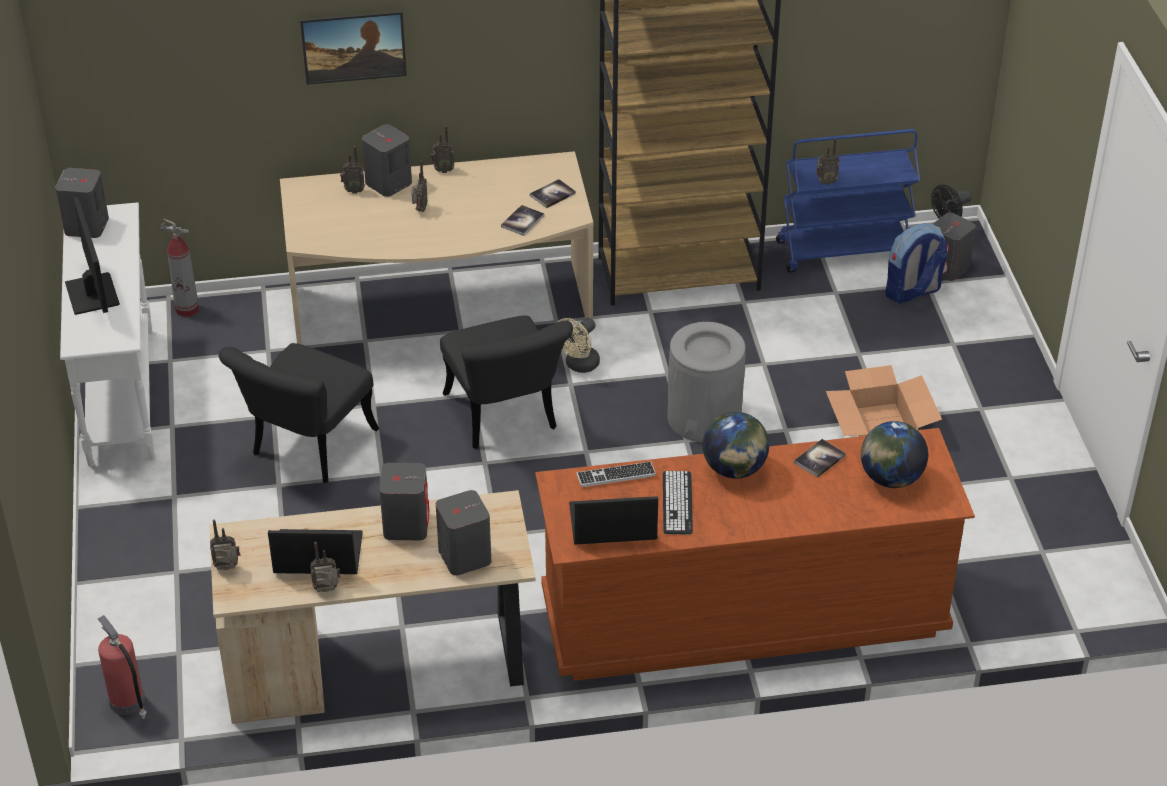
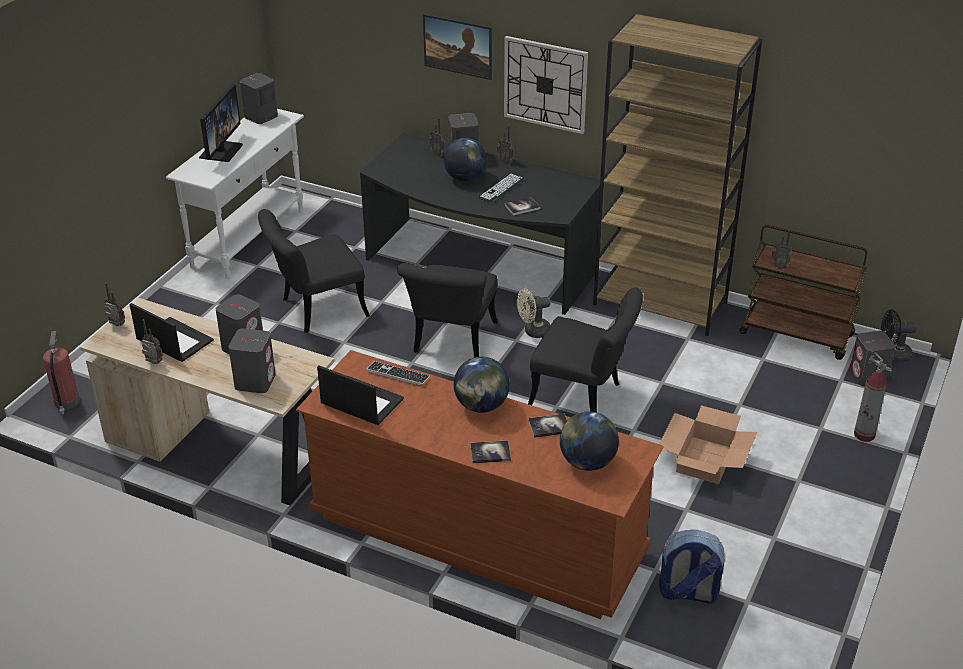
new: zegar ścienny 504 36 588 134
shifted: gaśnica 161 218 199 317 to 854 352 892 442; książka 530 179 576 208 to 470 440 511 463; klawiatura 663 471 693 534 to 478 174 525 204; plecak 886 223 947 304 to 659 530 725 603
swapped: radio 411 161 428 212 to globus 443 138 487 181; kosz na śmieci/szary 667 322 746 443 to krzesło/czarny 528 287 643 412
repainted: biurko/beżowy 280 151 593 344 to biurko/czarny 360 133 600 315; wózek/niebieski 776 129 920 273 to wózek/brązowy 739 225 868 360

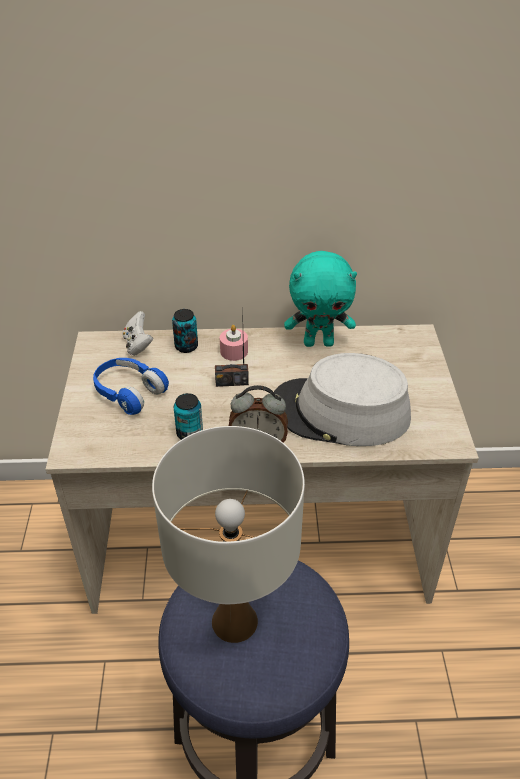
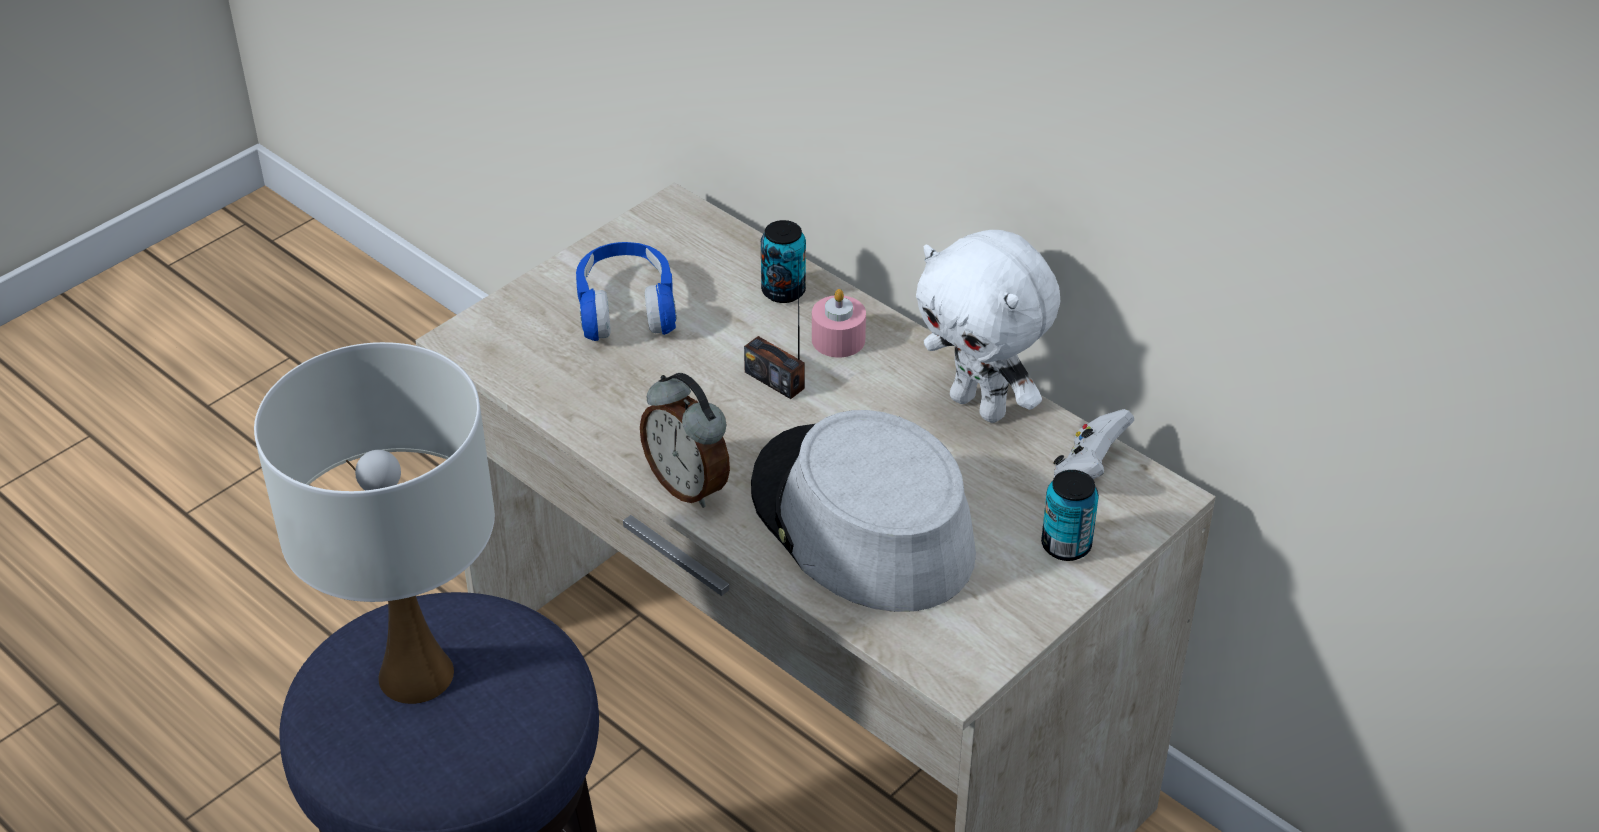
shifted: pad do gier/biały 122 311 153 356 to 1053 409 1134 479; puszka 174 393 203 440 to 1041 470 1099 561
repainted: pluszak/turkusowy 284 251 357 347 to pluszak/biały 916 230 1060 423

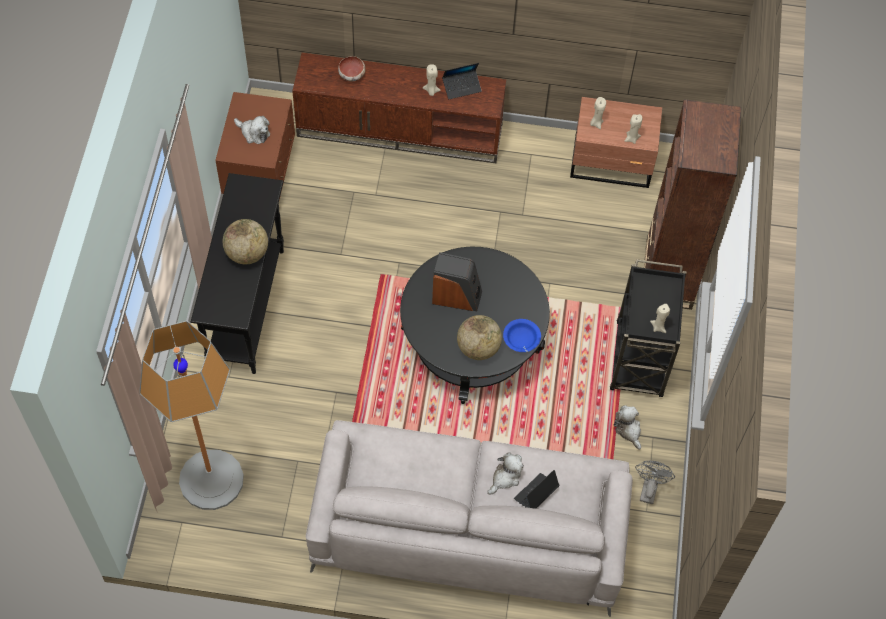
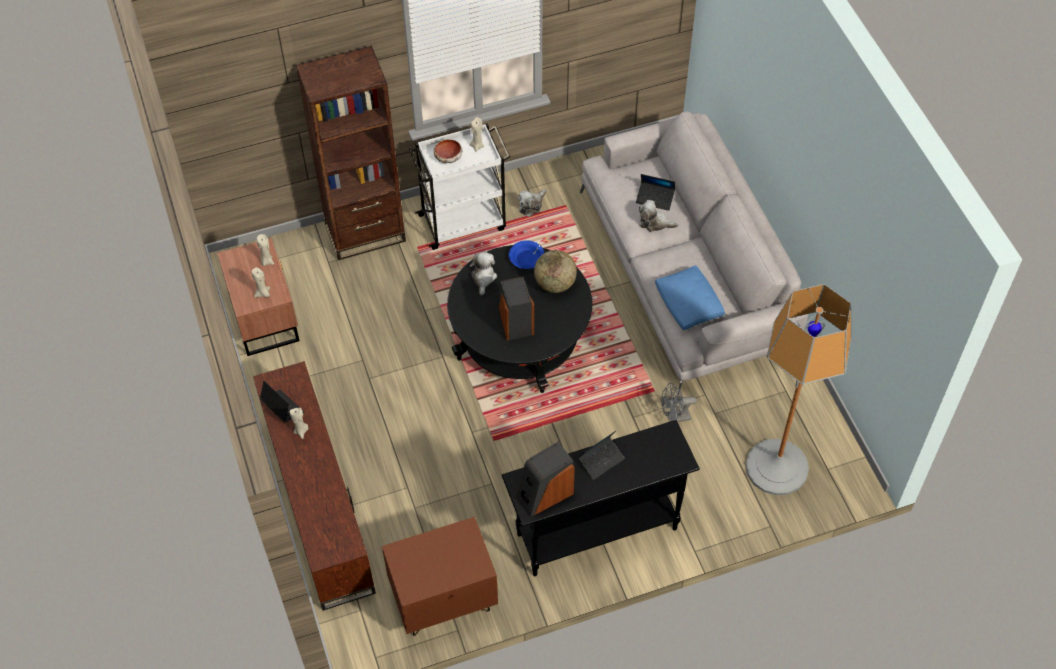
new: głośnik 516 442 575 517; poduszka/niebieski 655 265 725 330
shifted: pluszak 234 116 270 144 to 469 251 497 296; miska 338 56 366 81 to 434 139 462 163; wentylator/szary 635 461 675 504 to 661 383 697 422
swapped: globus 223 219 268 264 to laptop 577 431 625 480
repainted: wózek/czarny 610 259 687 397 to wózek/biały 409 123 510 250

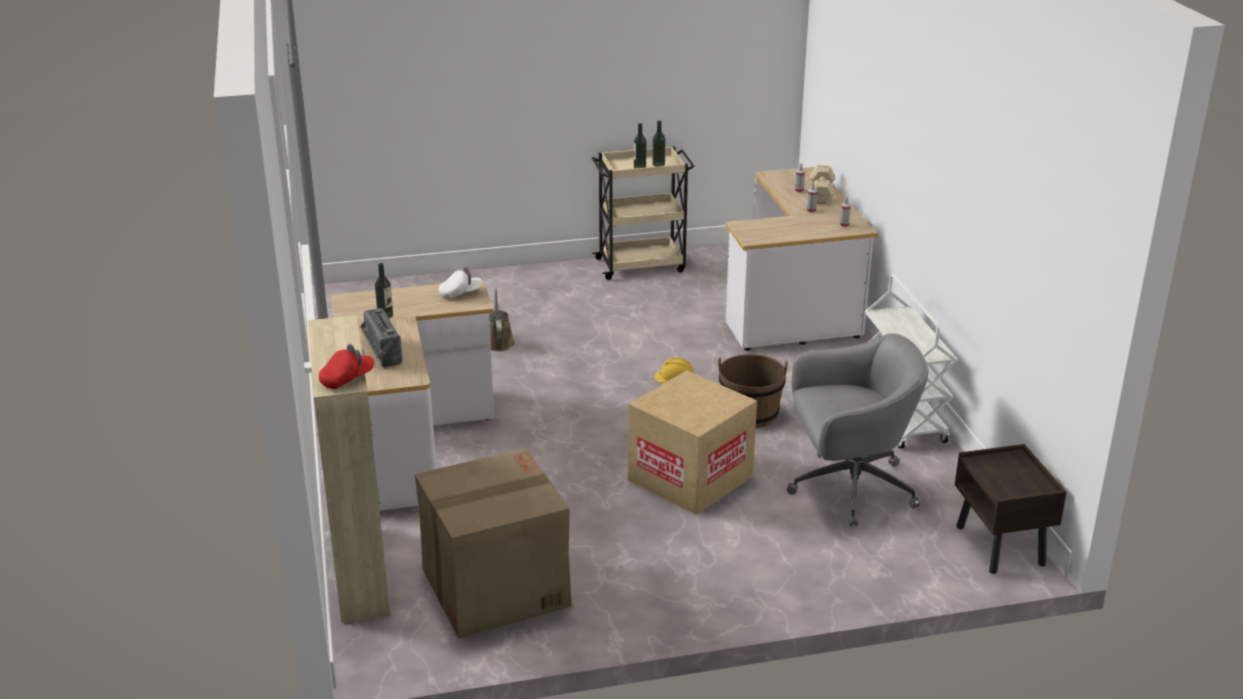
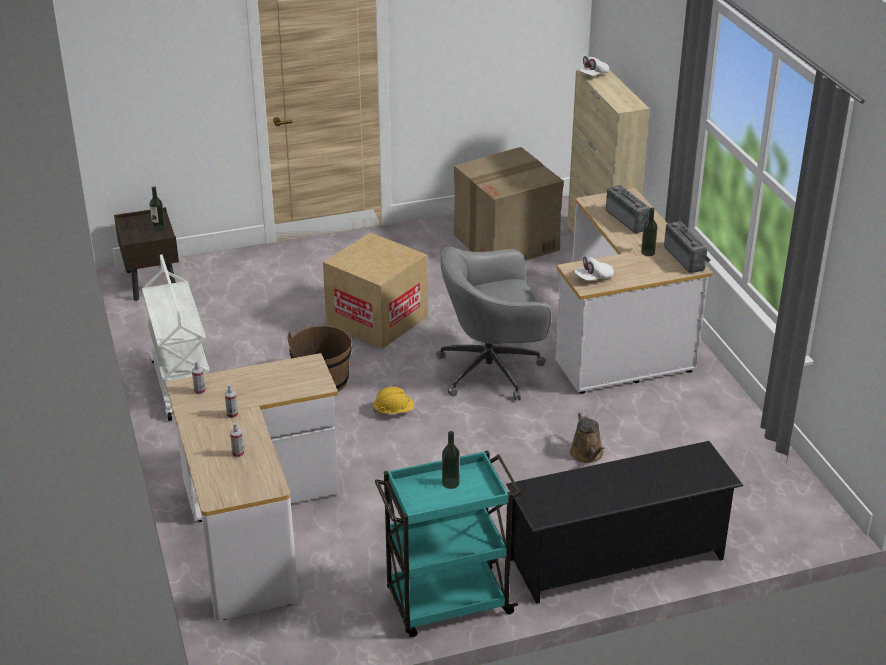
gone: hantel/beżowy 810 165 835 204
new: regał na buty/czarny 506 441 743 604; radio 664 221 711 273
shifted: butelka 652 120 665 167 to 149 186 165 231; krzesło biurowe/szary 787 333 929 527 to 436 247 552 400
repainted: czapka z daszkiem/czerwony 319 344 374 389 to czapka z daszkiem/biały 578 56 609 76; wózek/beżowy 592 146 695 280 to wózek/turkusowy 375 451 521 637

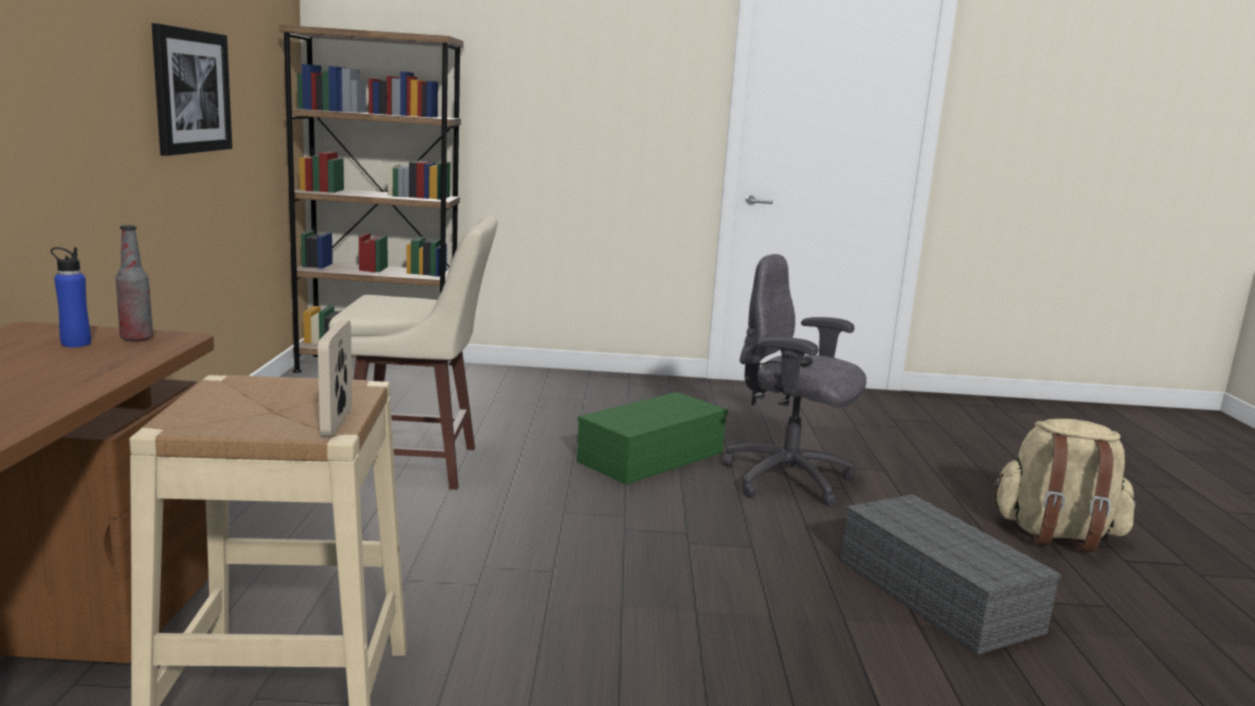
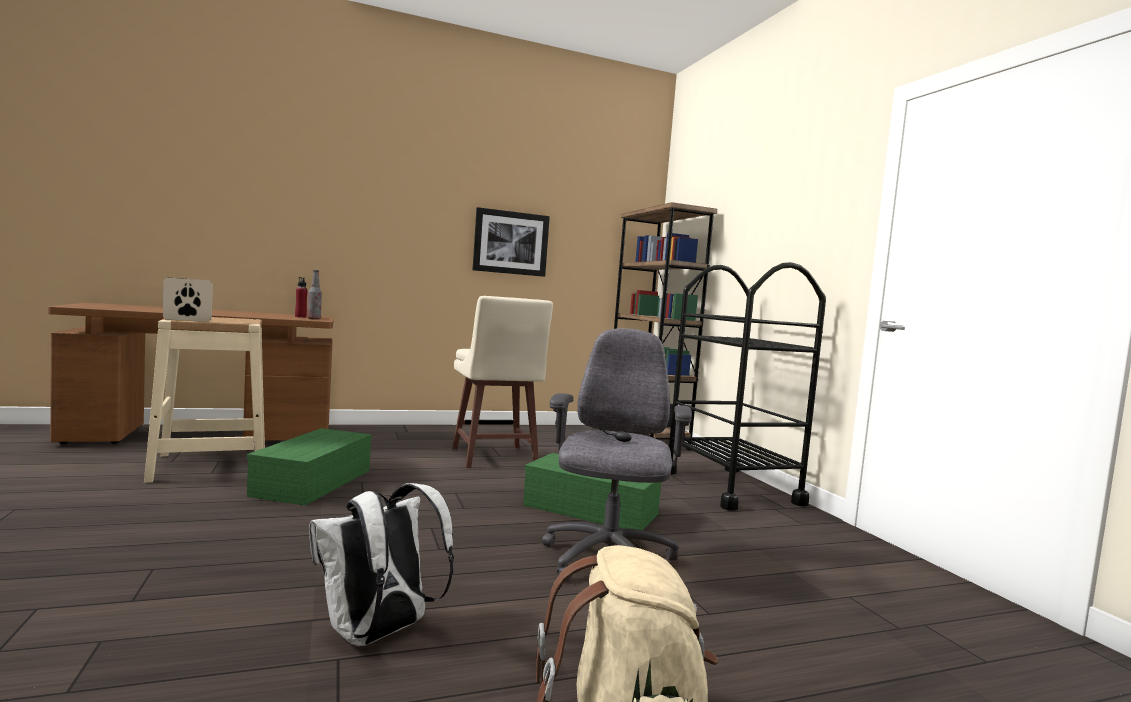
new: pojemnik do przechowywania/zielony 247 428 372 505; wózek/czarny 669 262 826 511
swapped: pojemnik do przechowywania/szary 841 494 1061 655 to plecak/biały 309 483 454 646
repainted: butelka/niebieski 51 247 91 347 to butelka/czerwony 295 277 308 318

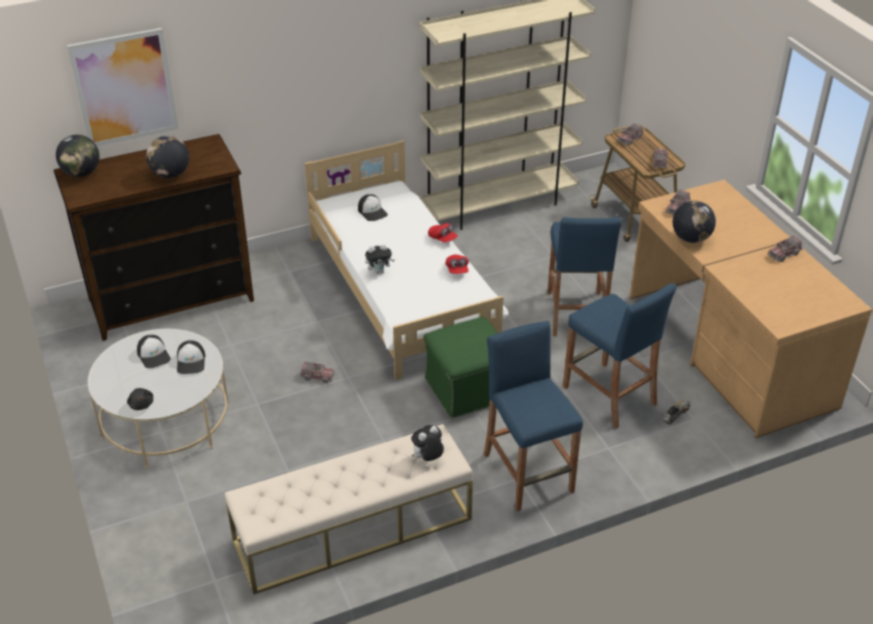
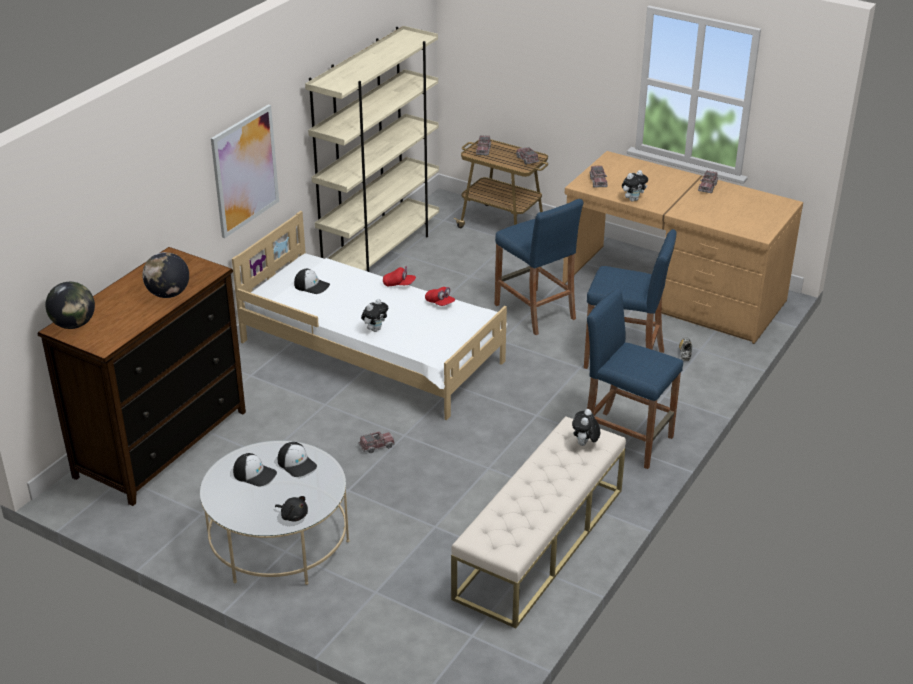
gone: pufa/zielony 424 317 497 419
shifted: obraz 67 28 179 146 to 211 105 279 238
swapped: globus 673 200 716 243 to pluszak 622 170 648 202

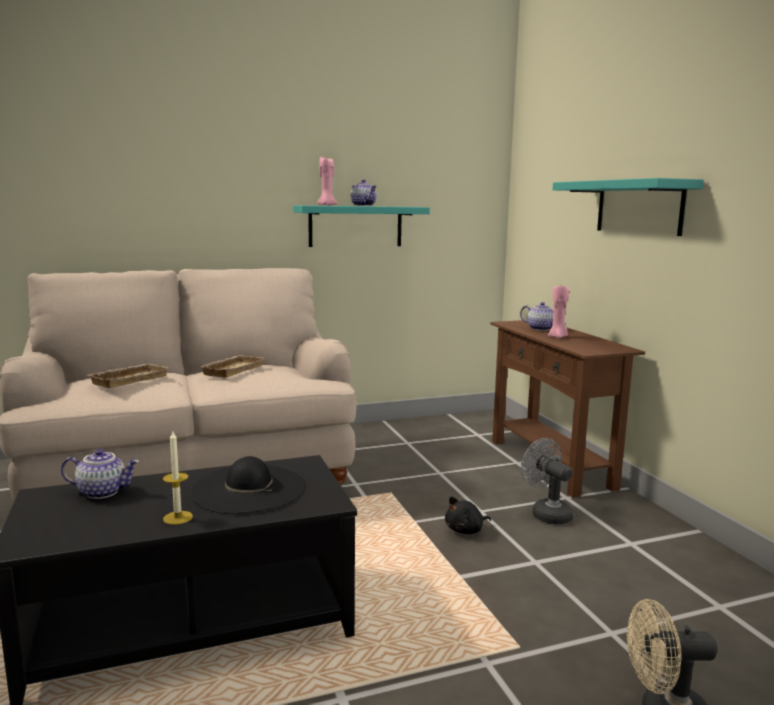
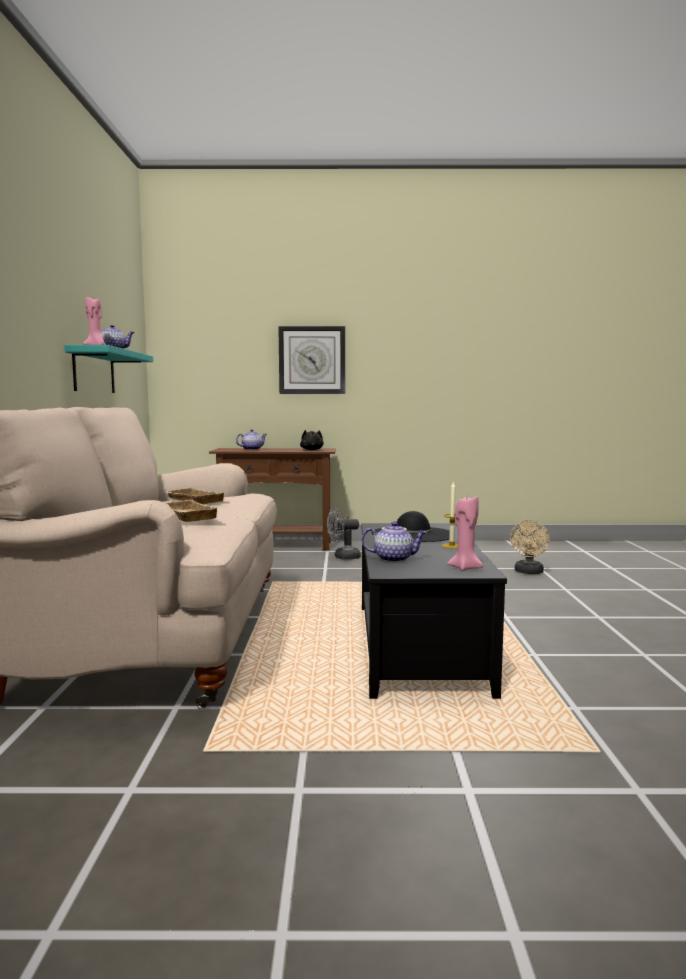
shifted: pluszak/czarny 445 496 491 534 to 300 430 324 450; świeca/różowy 548 286 569 338 to 447 496 484 571
swapped: półka/turkusowy 553 178 704 236 to zegar ścienny 278 326 345 394
rotated: imbryk 61 449 139 499 = 362 521 427 562 75 degrees clockwise

